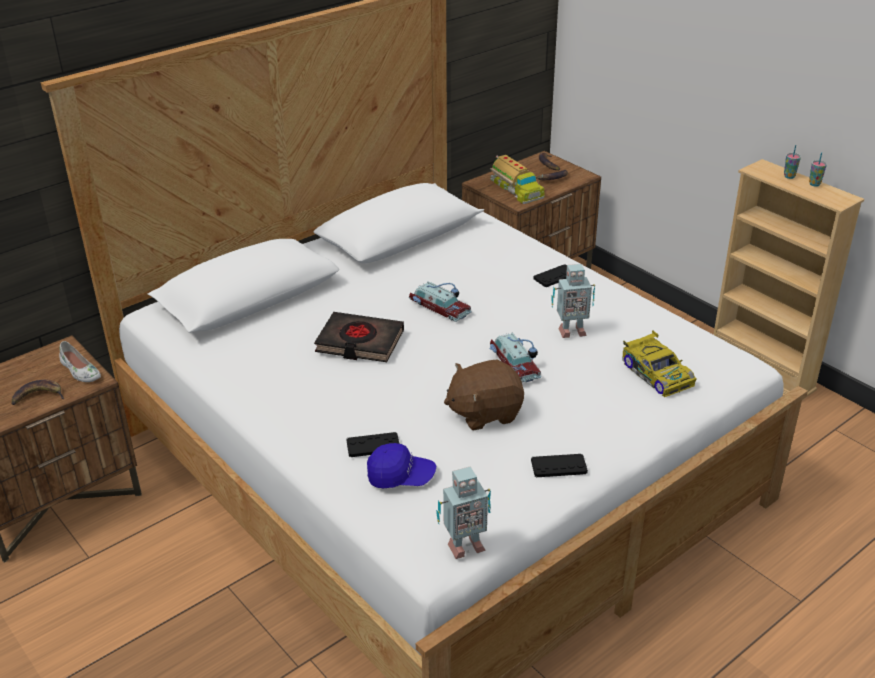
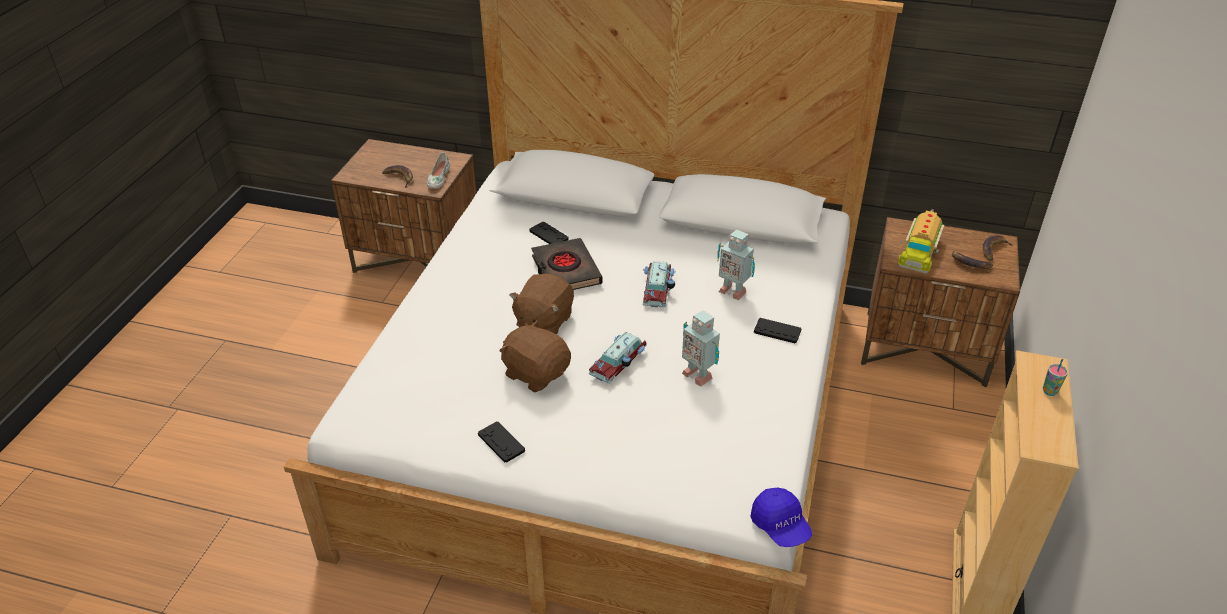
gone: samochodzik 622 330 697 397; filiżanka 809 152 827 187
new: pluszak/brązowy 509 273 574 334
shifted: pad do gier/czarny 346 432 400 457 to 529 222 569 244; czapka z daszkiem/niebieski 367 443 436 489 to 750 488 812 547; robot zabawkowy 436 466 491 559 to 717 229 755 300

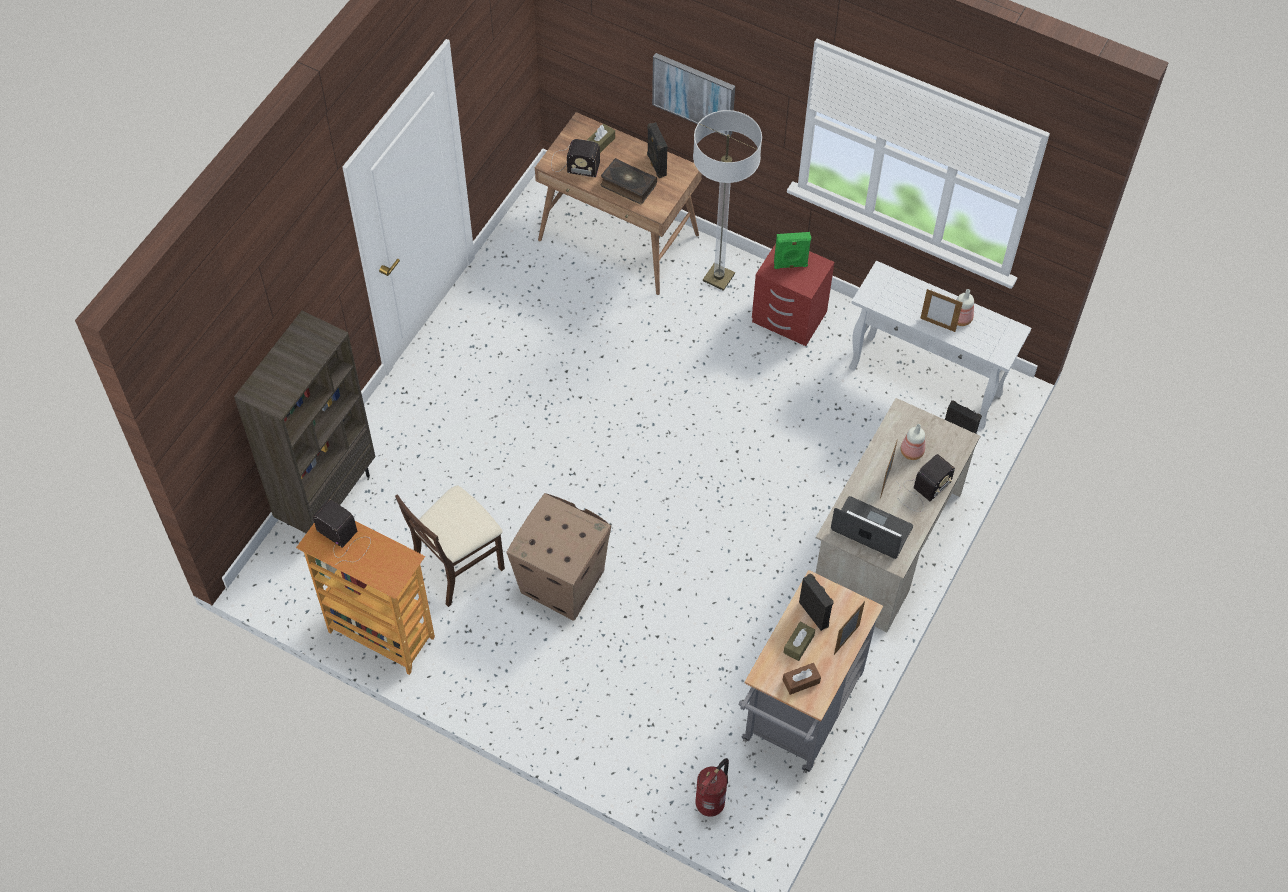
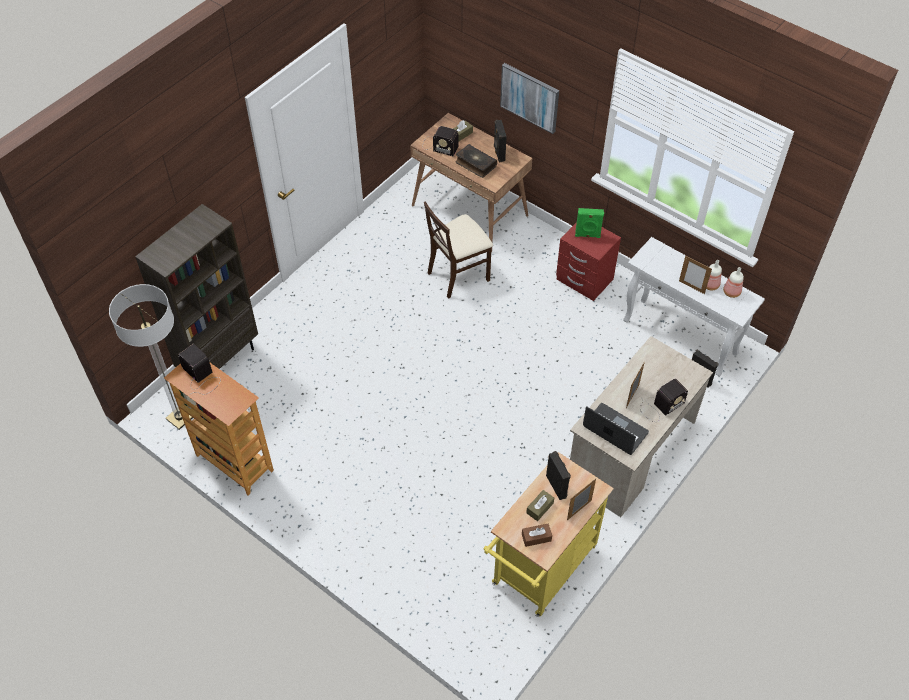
gone: karton 506 493 611 621; gaśnica 695 758 729 817
shifted: krzesło/beżowy 395 486 505 607 to 424 201 493 299; lampa stojąca 693 110 762 291 to 109 284 193 430; butelka 901 424 925 460 to 723 267 744 298
repainted: wózek/szary 739 570 883 773 to wózek/żółty 484 452 614 617

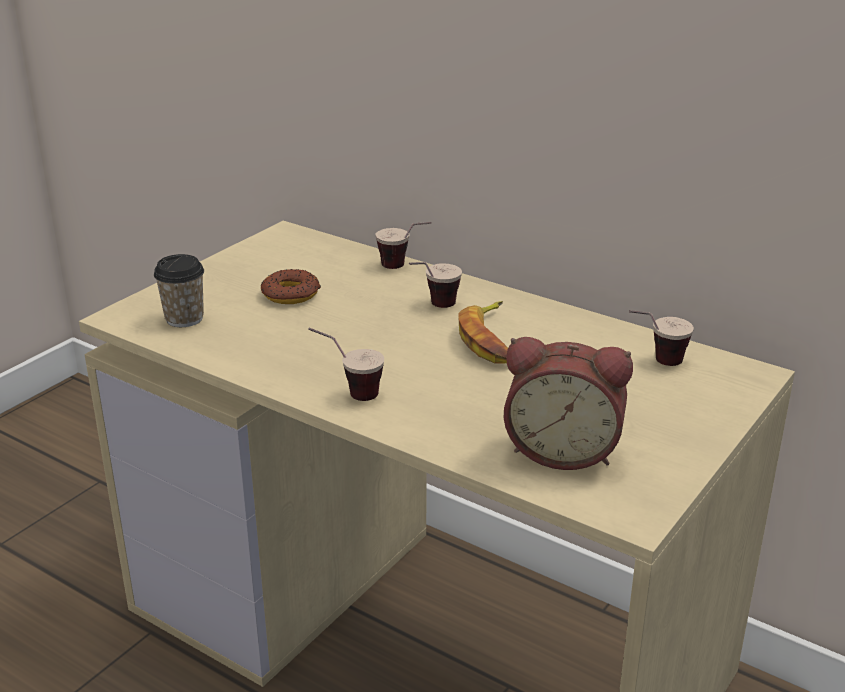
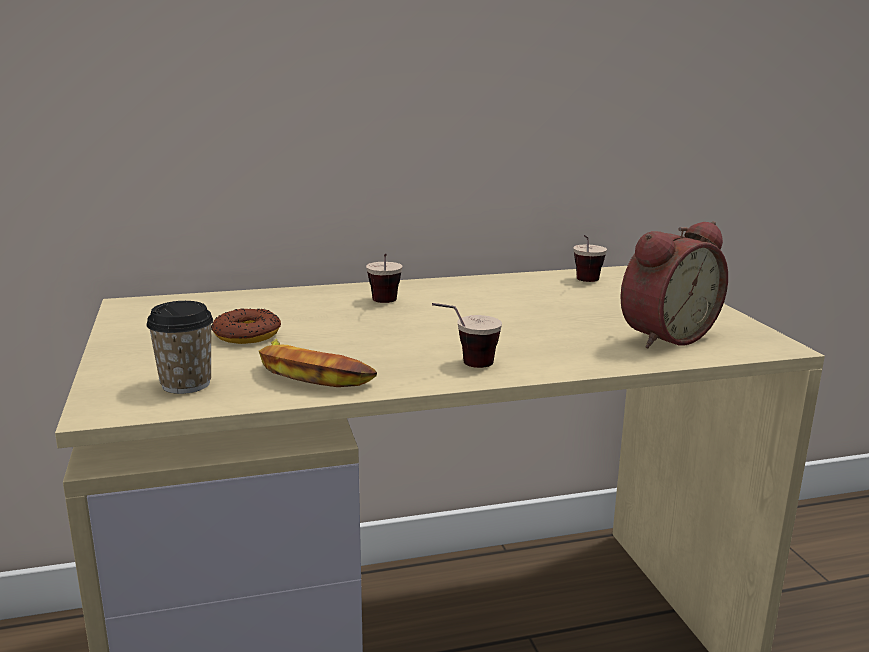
gone: filiżanka 375 222 431 269
shifted: banan 458 301 508 364 to 259 339 377 387

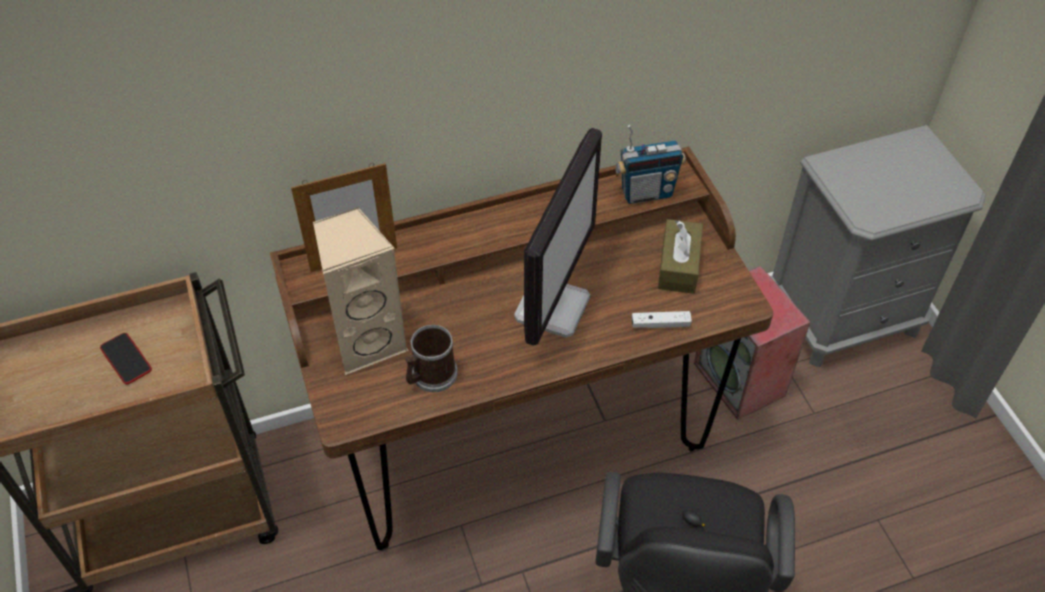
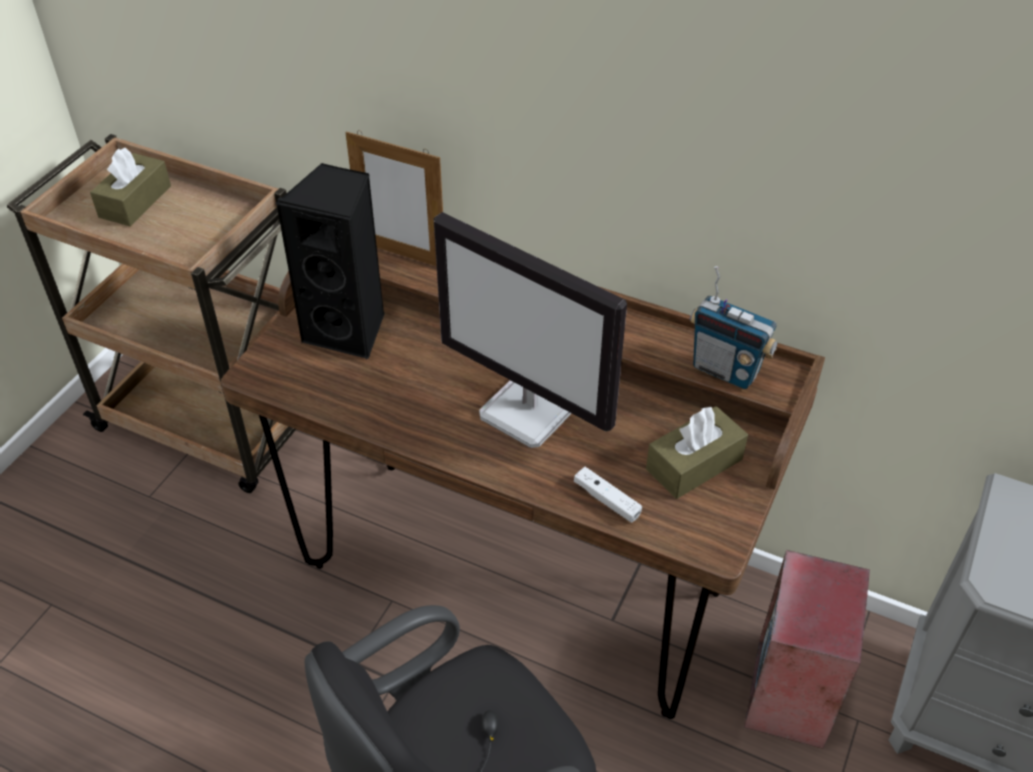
gone: telefon 100 333 152 384; kubek 405 325 458 392
new: pudełko chusteczek/brązowy 90 148 171 226
repainted: głośnik/beżowy 313 207 409 375 to głośnik/czarny 275 162 385 359
rotated: monitor 514 128 602 346 = 433 212 627 448 60 degrees clockwise

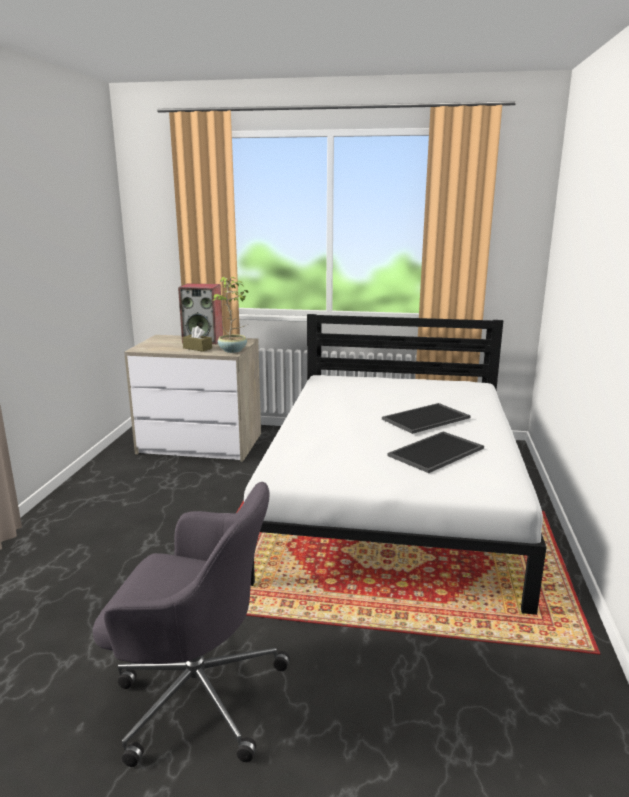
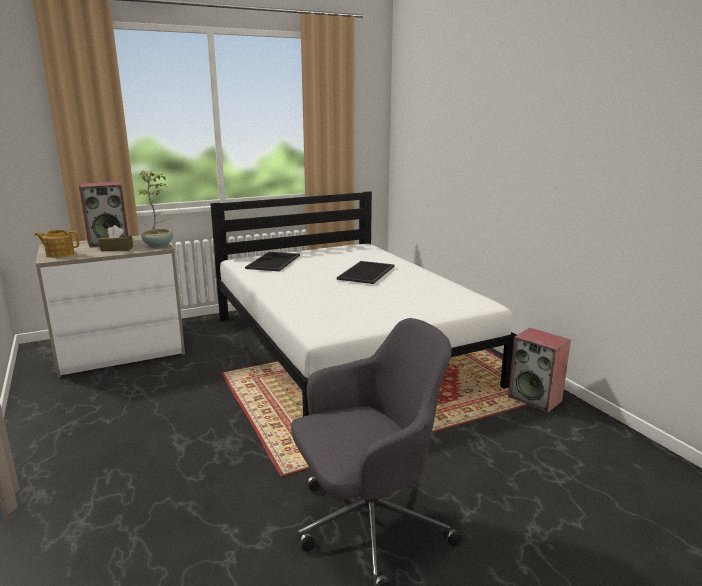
new: imbryk 34 230 79 258; głośnik 508 328 571 413
shifted: taca 387 431 484 473 to 245 252 300 271

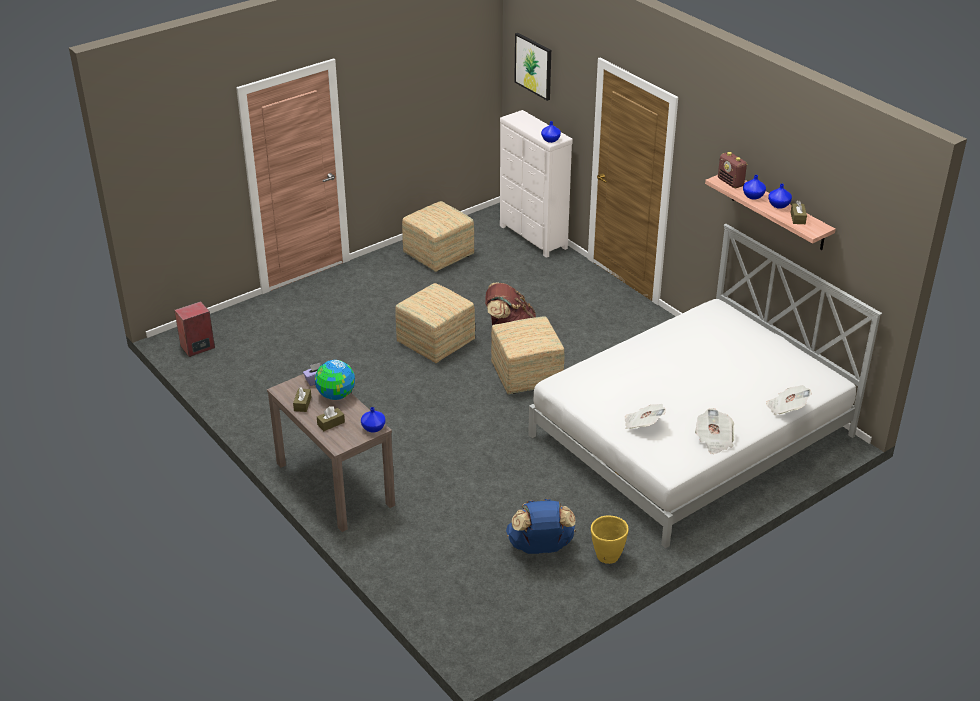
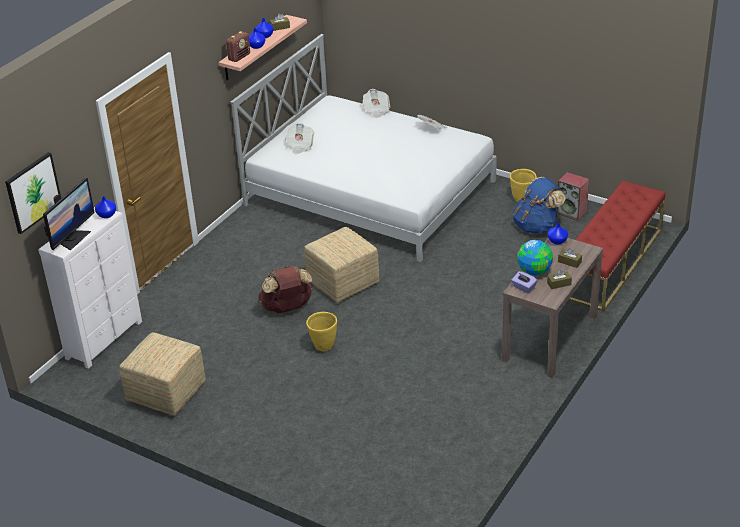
new: monitor 43 178 95 251; ławka/czerwony 568 180 666 312
shifted: głośnik 174 301 215 357 to 556 172 589 221; gazeta 625 404 666 429 to 285 123 314 154
swapped: pufa 395 283 475 363 to donica/żółty 306 312 337 351

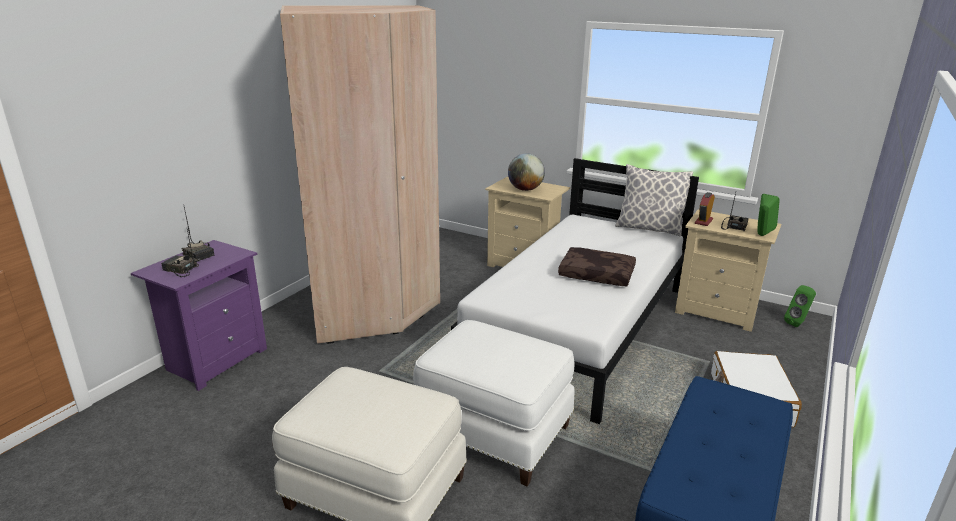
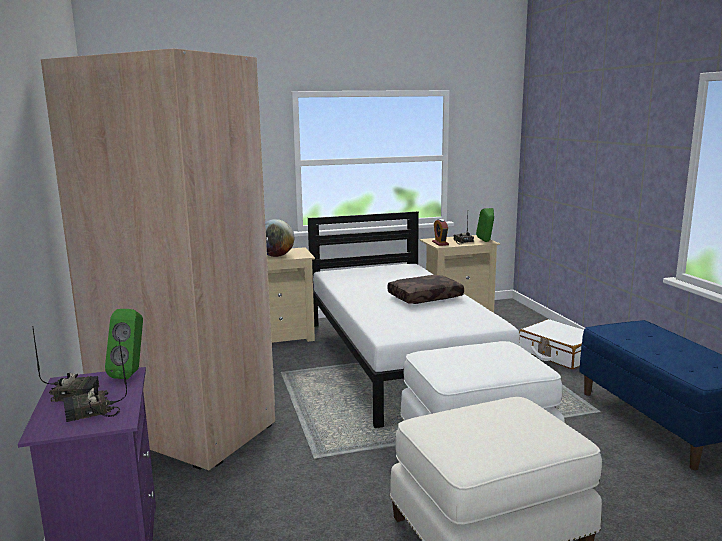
gone: poduszka 615 164 693 236
shifted: głośnik/zielony 784 285 816 327 to 105 309 143 379

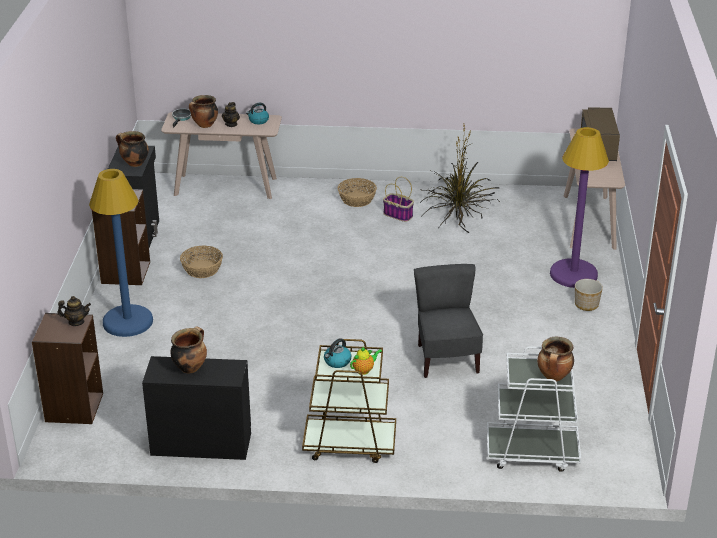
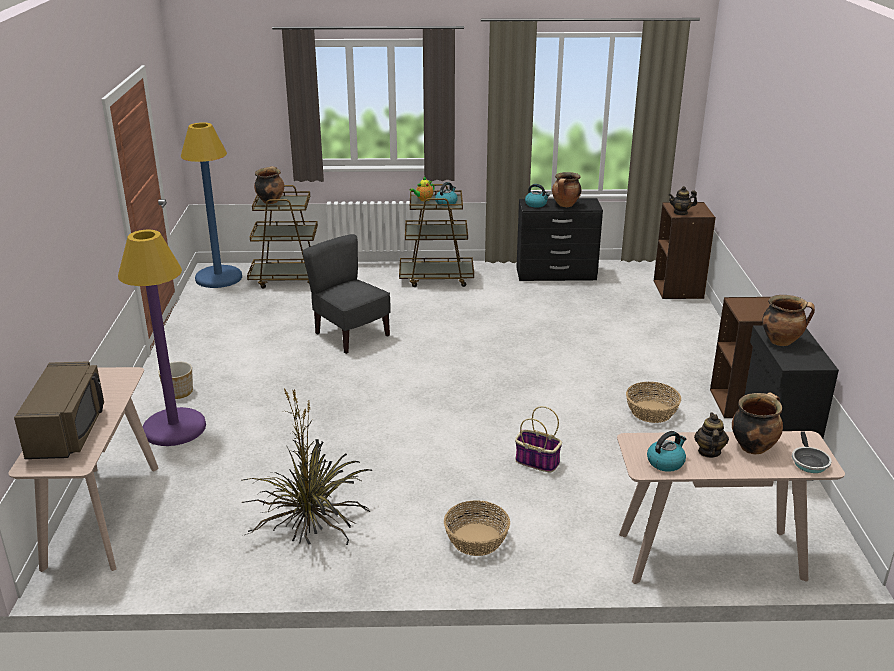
new: czajnik 525 184 550 208
shifted: lampa stojąca/niebieski 89 169 153 337 to 181 122 242 288; koszyk 383 177 414 222 to 515 406 562 472
repainted: wózek/biały 487 346 581 472 to wózek/brązowy 247 185 318 288
rotated: krzesło/szary 414 264 483 378 = 302 234 390 354 150 degrees clockwise

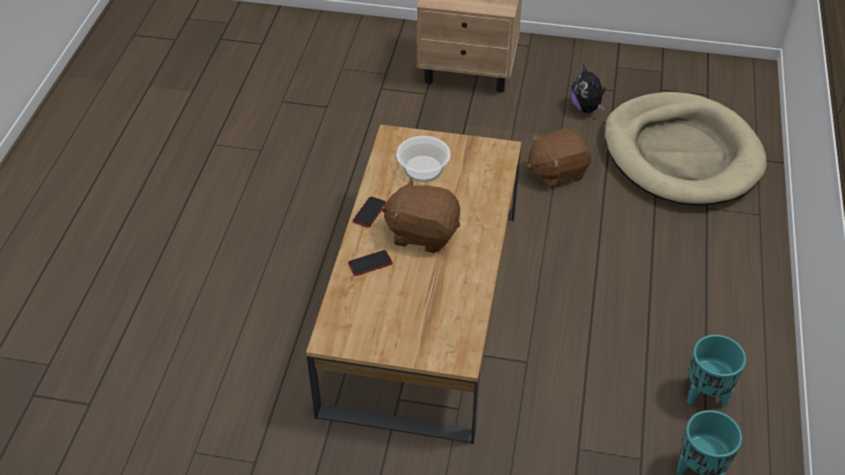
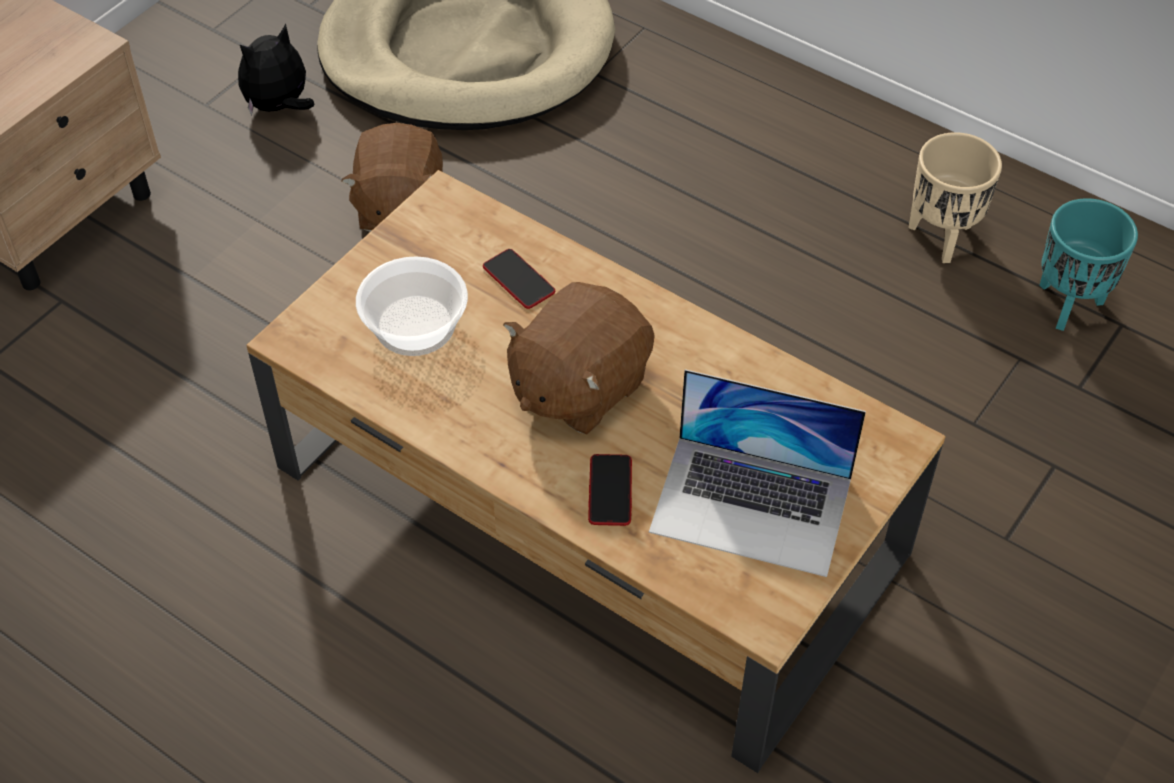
new: laptop 649 369 866 577
shifted: telefon 353 196 386 227 to 483 249 555 309
repainted: donica/turkusowy 687 335 746 407 to donica/beżowy 908 132 1002 263
rotated: pluszak 571 64 606 113 = 238 24 314 115 135 degrees clockwise

